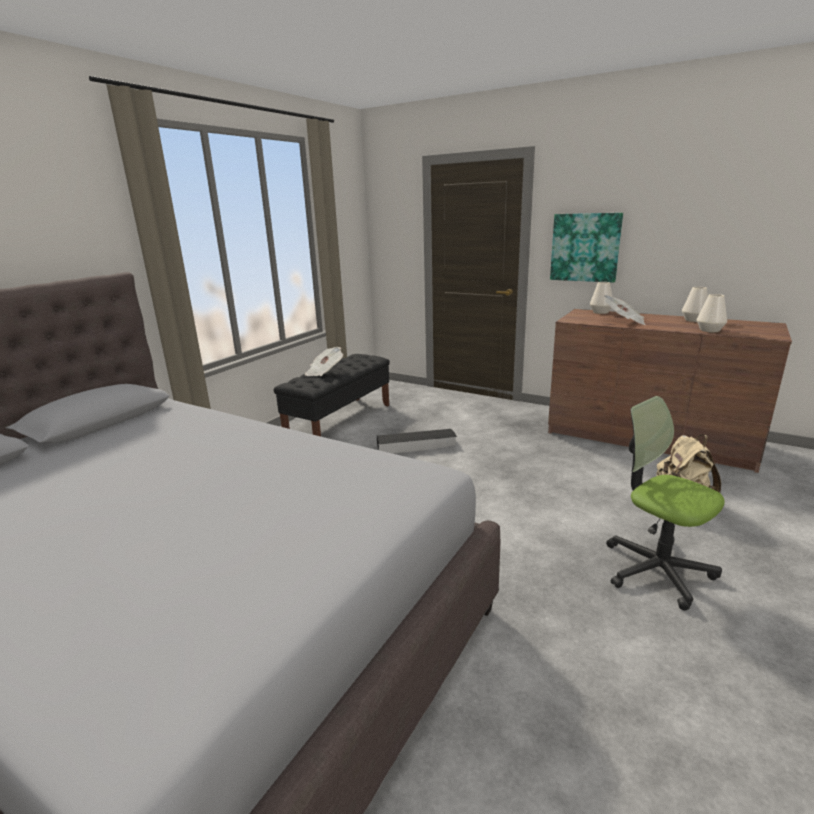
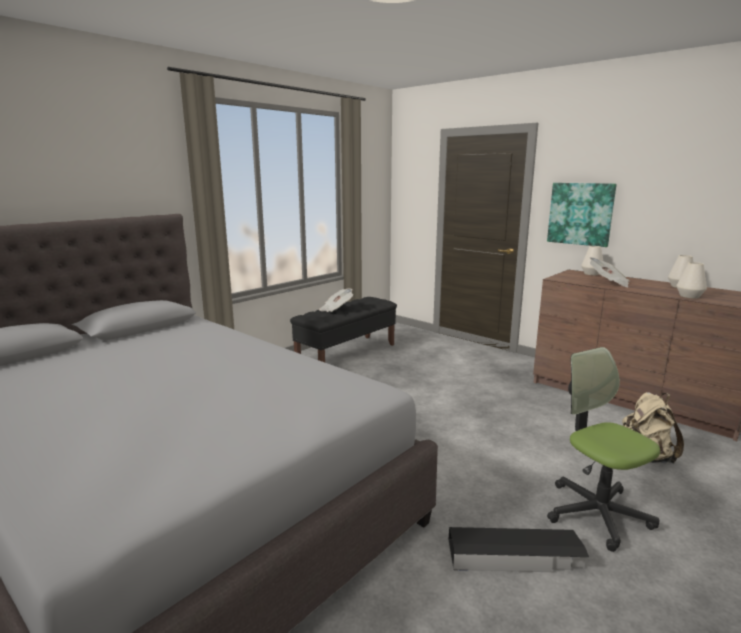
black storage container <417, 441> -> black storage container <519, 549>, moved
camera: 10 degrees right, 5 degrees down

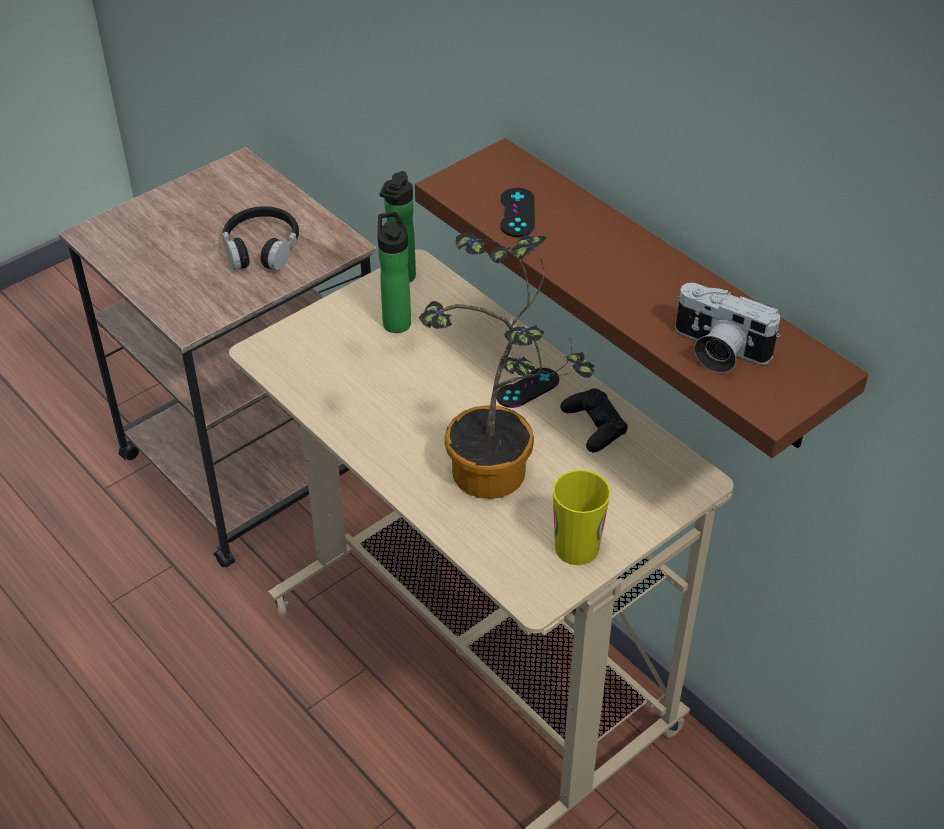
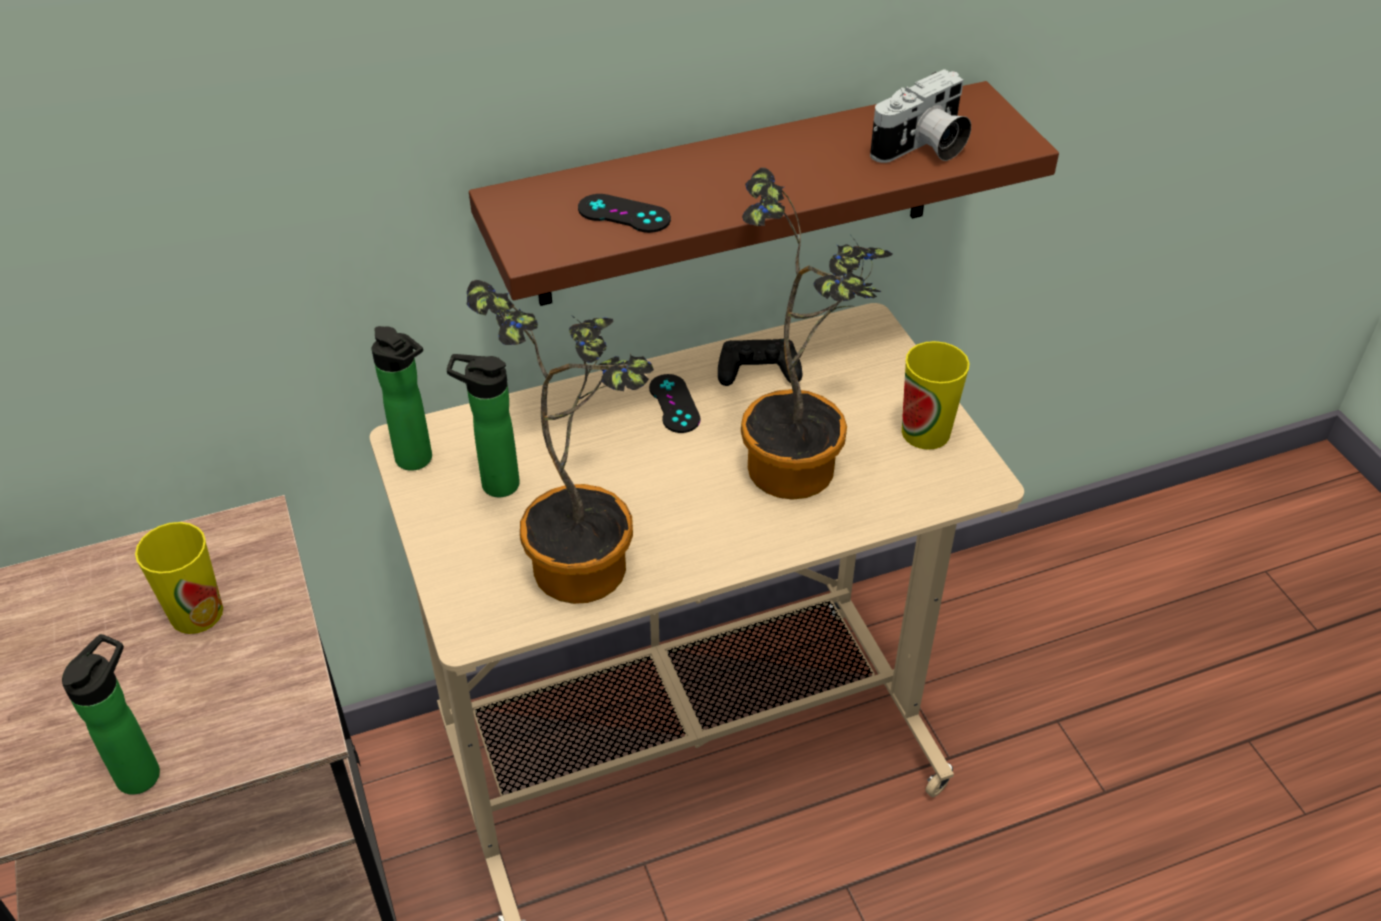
none -> drink bottle <111, 714>
none -> houseplant <560, 442>
black headphones <261, 238> -> drinking cup <179, 578>
camera: 70 degrees left, 0 degrees up

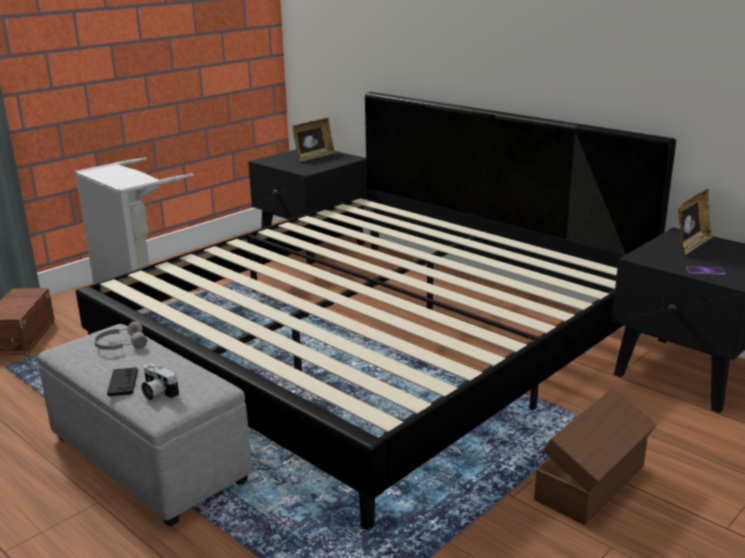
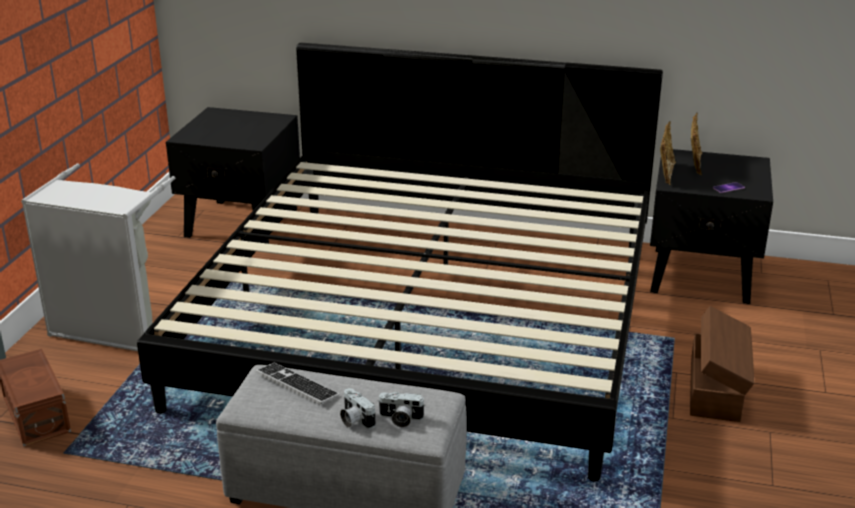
standing frame <314, 139> -> standing frame <668, 153>, moved
grey headphones <120, 335> -> keyboard <297, 384>
black gamepad <122, 381> -> still camera <357, 408>
camera: 30 degrees left, 5 degrees up

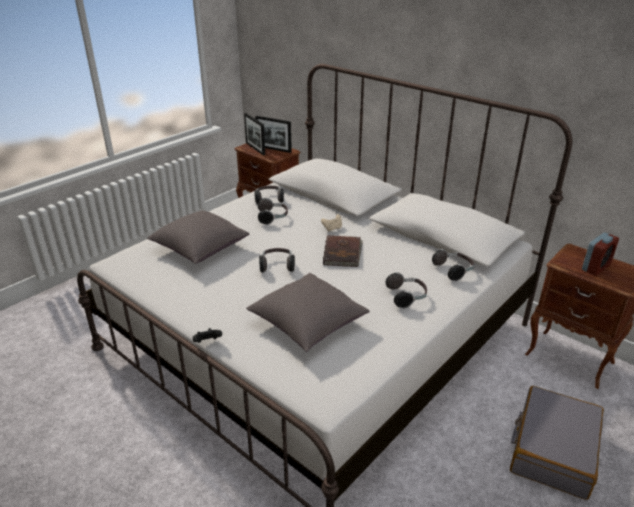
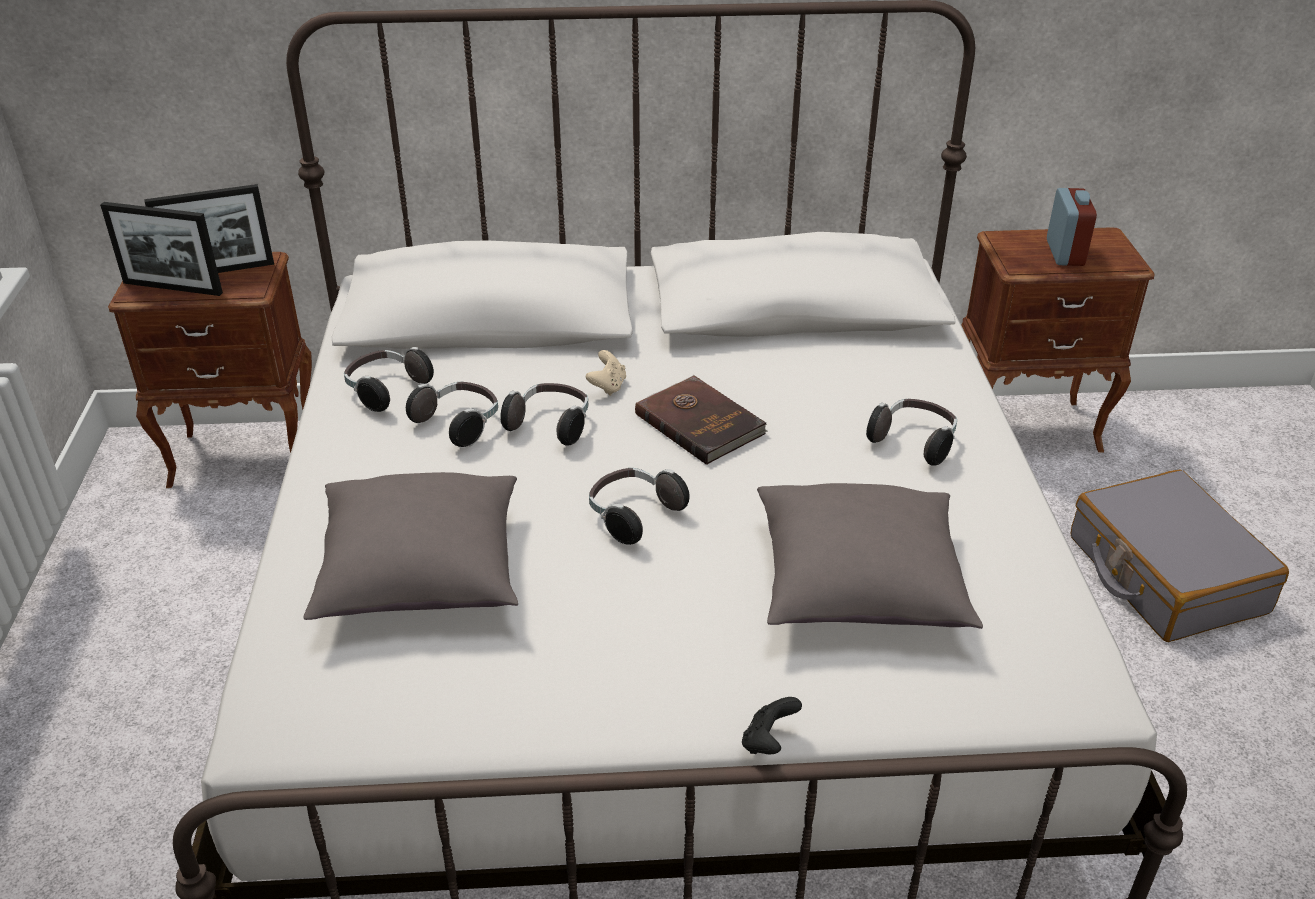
headphones <453, 265> -> headphones <544, 414>, moved
camera: 45 degrees left, 5 degrees up

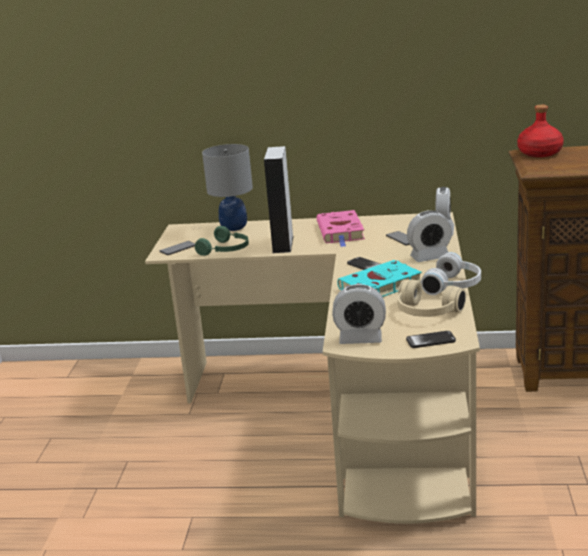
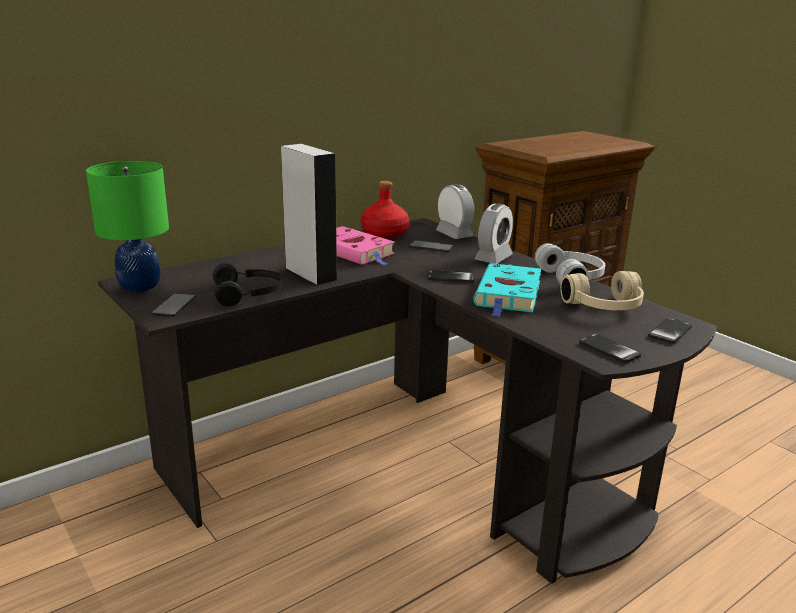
grey lamp for a table <227, 187> -> none
none -> green lamp for a table <127, 226>
red-coloured drink bottle <540, 131> -> red-coloured drink bottle <384, 210>, moved
bedside clock <359, 314> -> telephone <610, 348>
beige-coloured desk <312, 368> -> black desk <407, 401>
green headphones <222, 241> -> black headphones <248, 285>
camera: 45 degrees left, 0 degrees up

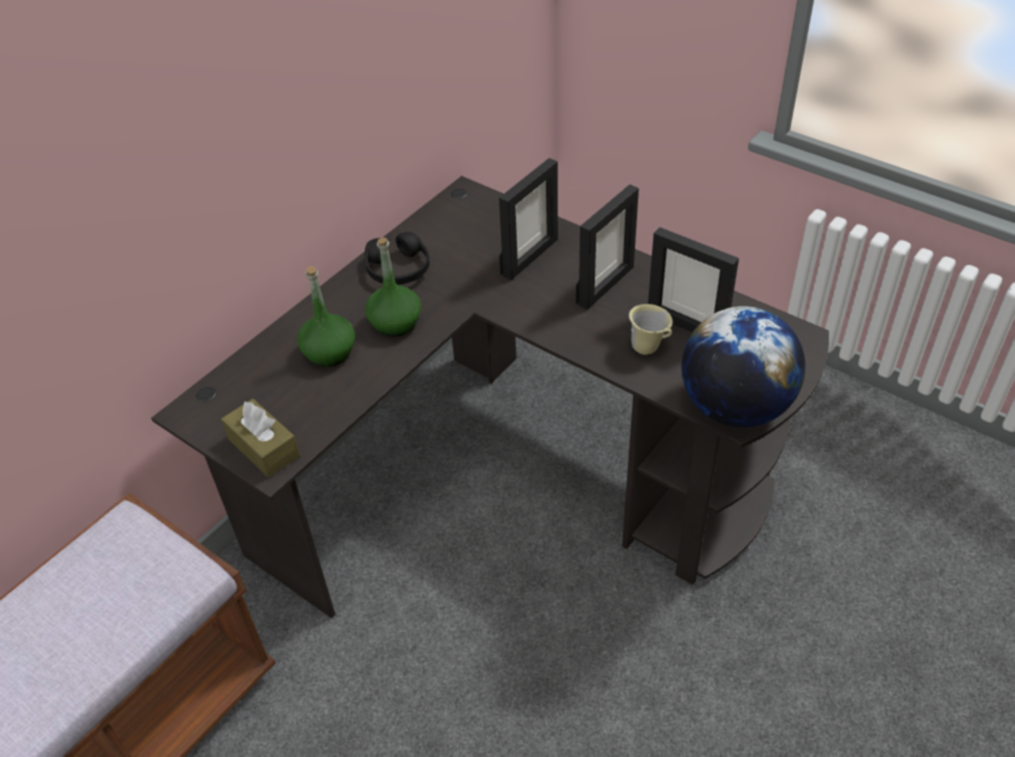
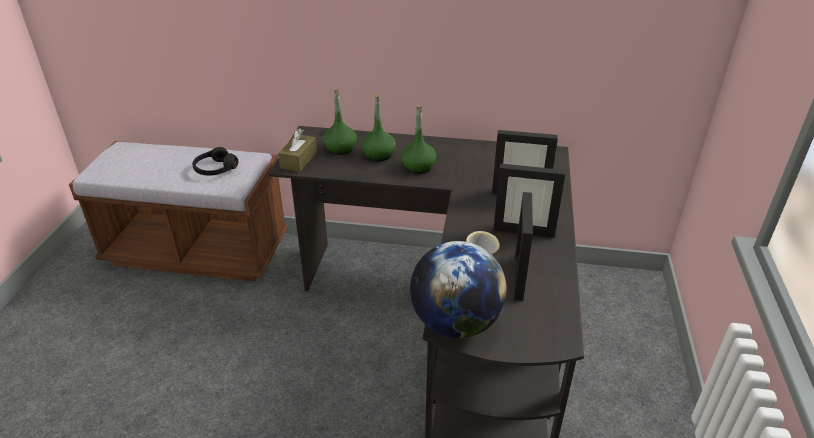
none -> green drink bottle <340, 122>
black headphones <397, 258> -> black headphones <215, 161>, moved
camera: 60 degrees right, 10 degrees down

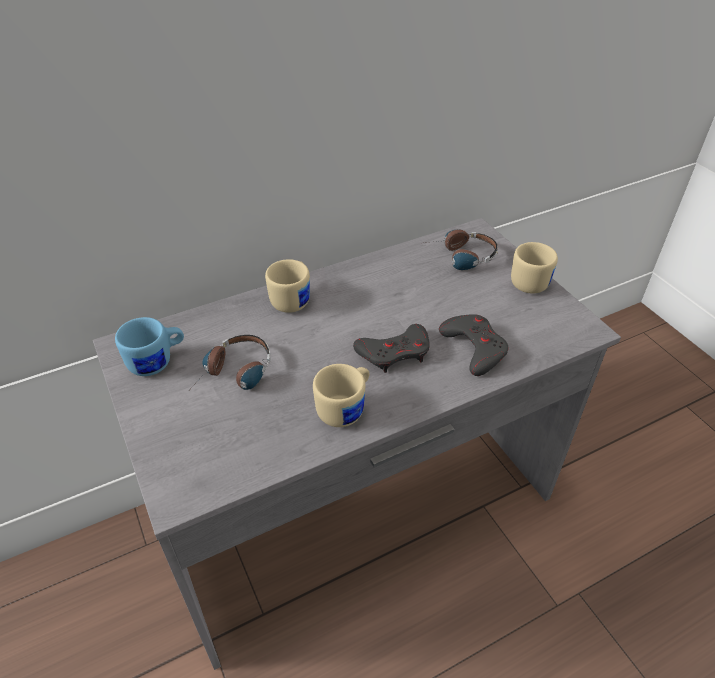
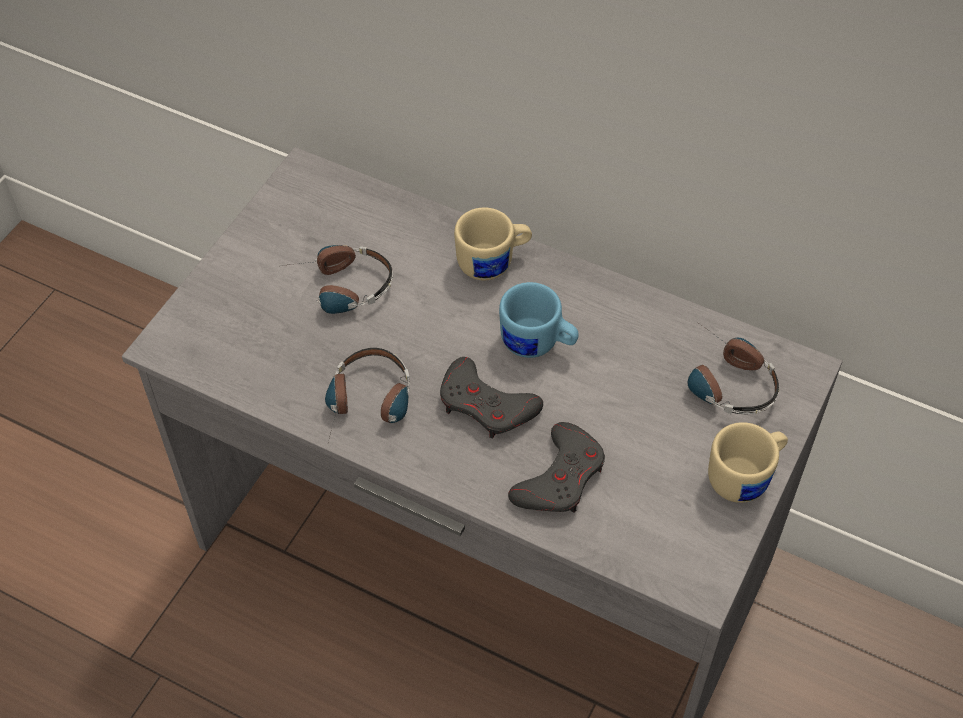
blue coffee mug <149, 346> -> blue coffee mug <539, 320>, moved
beige-coloured coffee mug <341, 395> -> headphones <367, 395>
camera: 55 degrees right, 10 degrees up

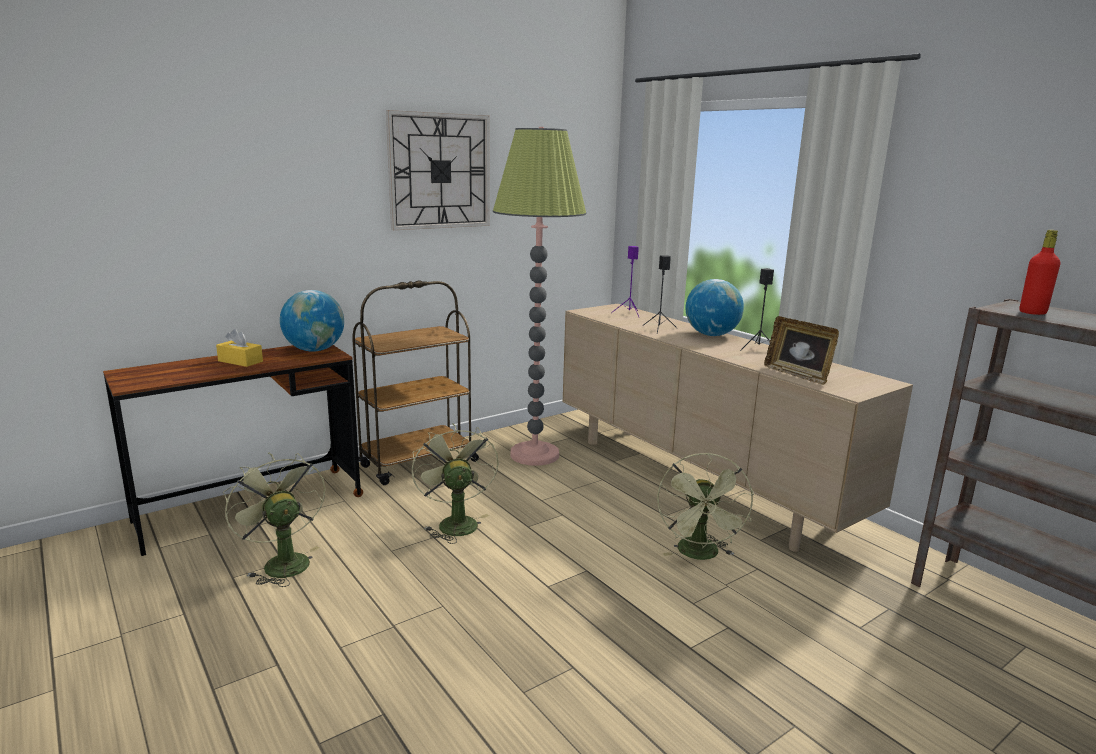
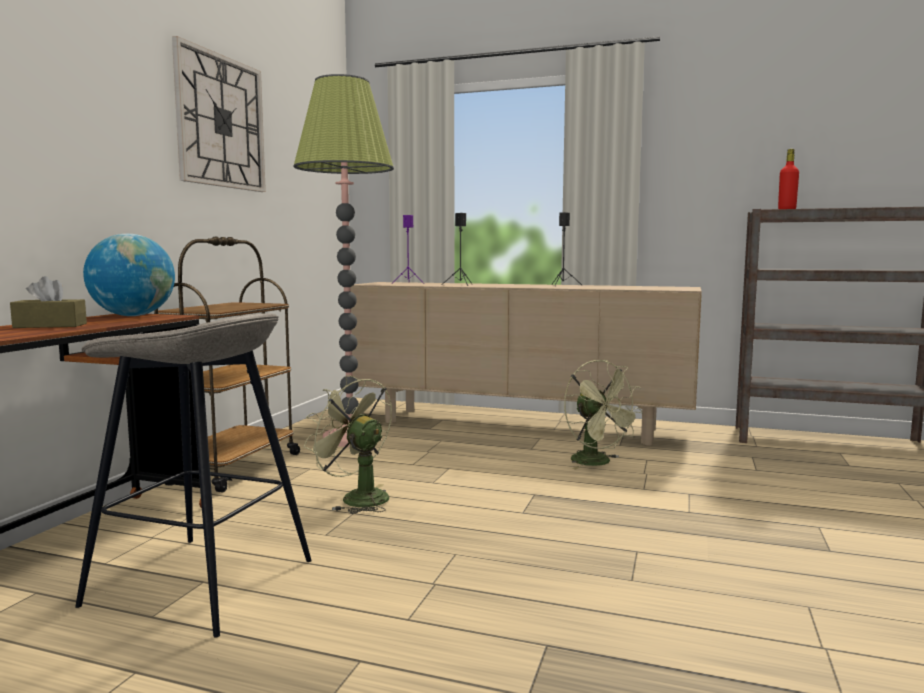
world globe <715, 307> -> none
standing frame <801, 350> -> none
green electric fan <274, 520> -> grey stool seat <193, 475>
yellow tissue holder <239, 348> -> brown tissue holder <48, 302>
camera: 35 degrees left, 10 degrees down

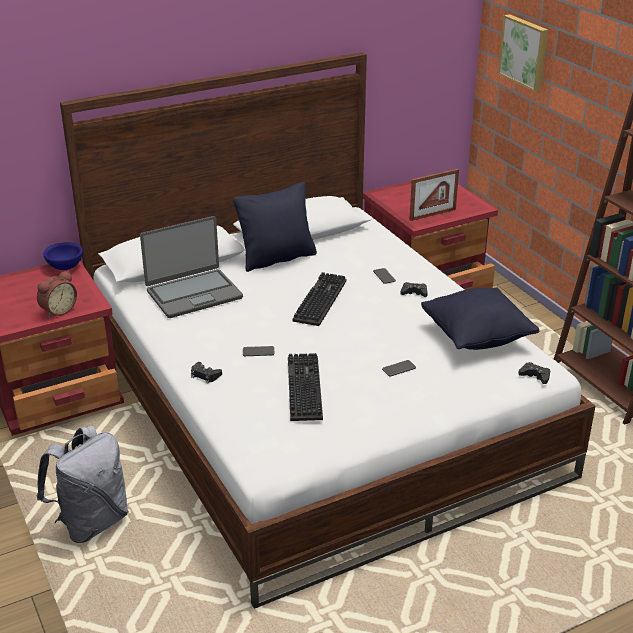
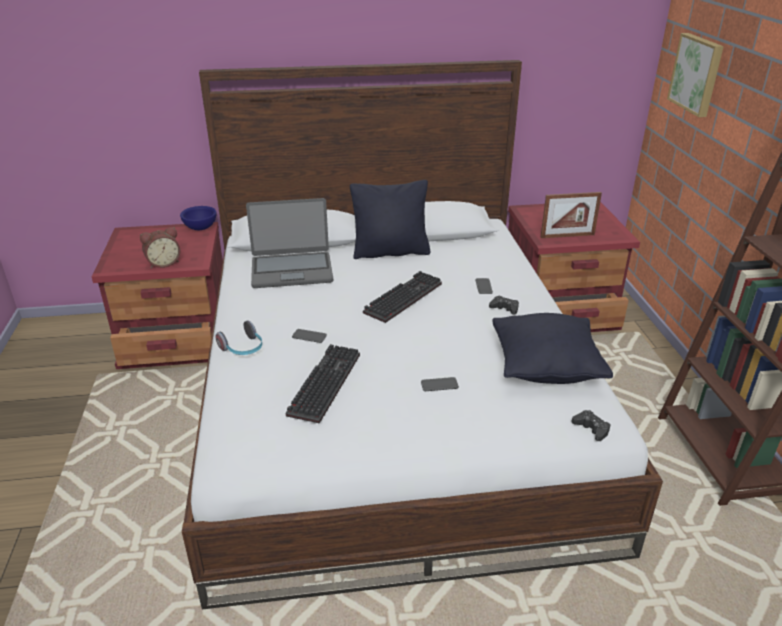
grey rucksack <82, 484> -> none
black gamepad <206, 372> -> headphones <239, 338>
camera: 20 degrees right, 0 degrees up

